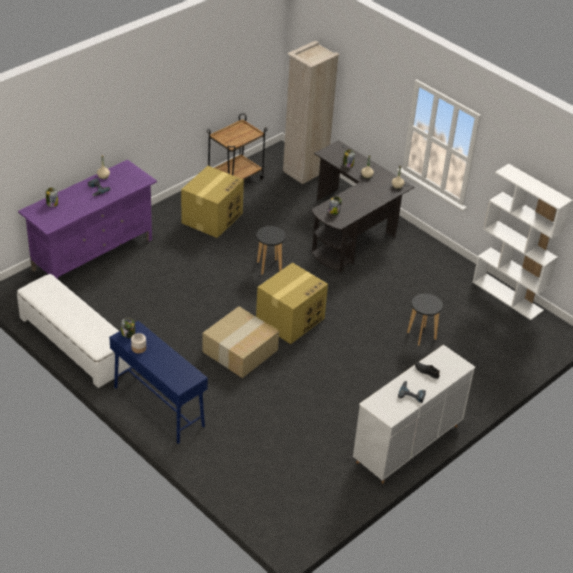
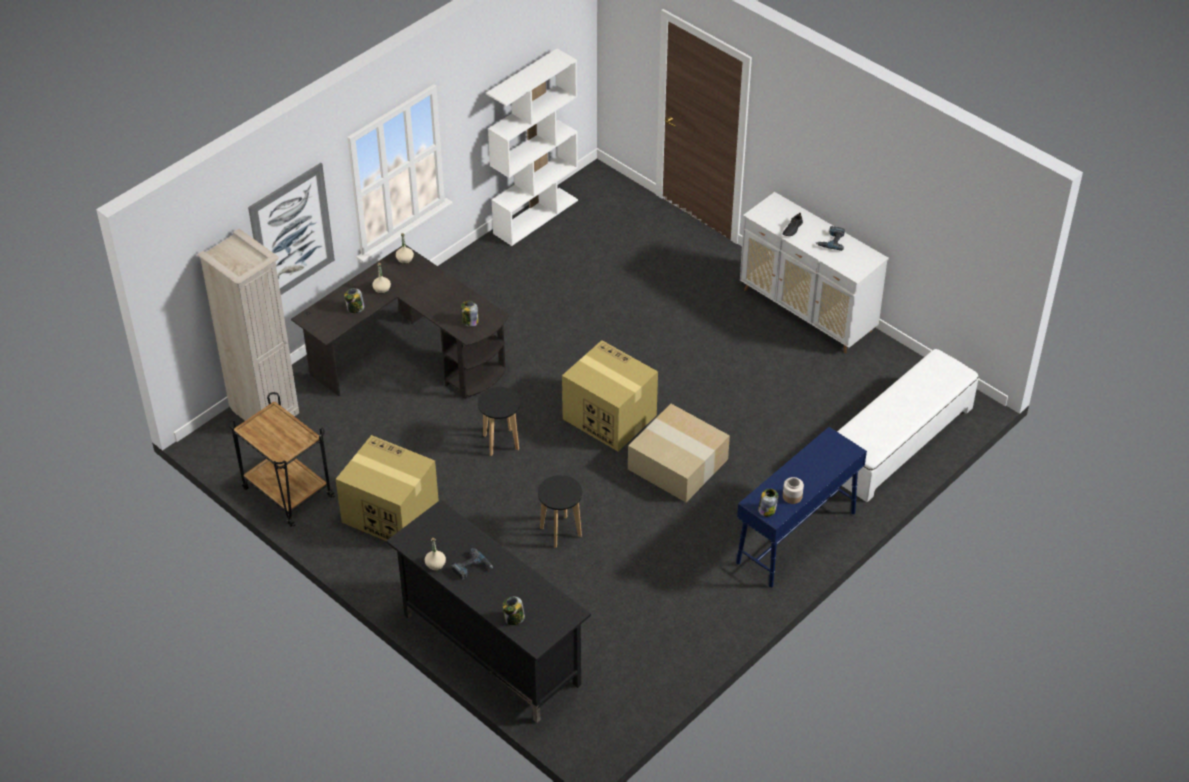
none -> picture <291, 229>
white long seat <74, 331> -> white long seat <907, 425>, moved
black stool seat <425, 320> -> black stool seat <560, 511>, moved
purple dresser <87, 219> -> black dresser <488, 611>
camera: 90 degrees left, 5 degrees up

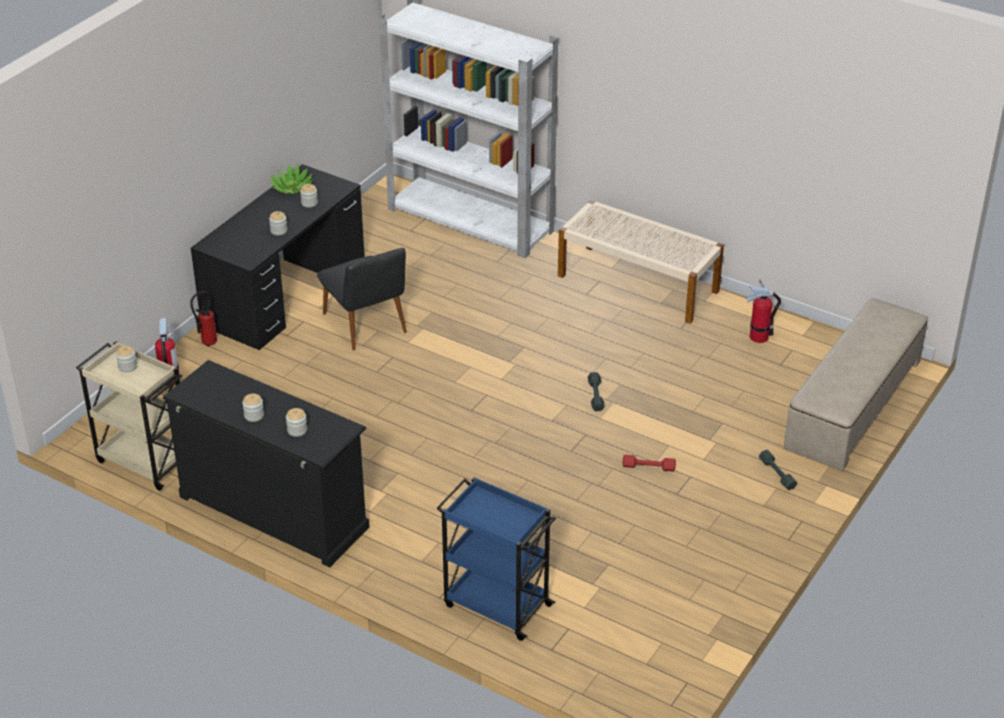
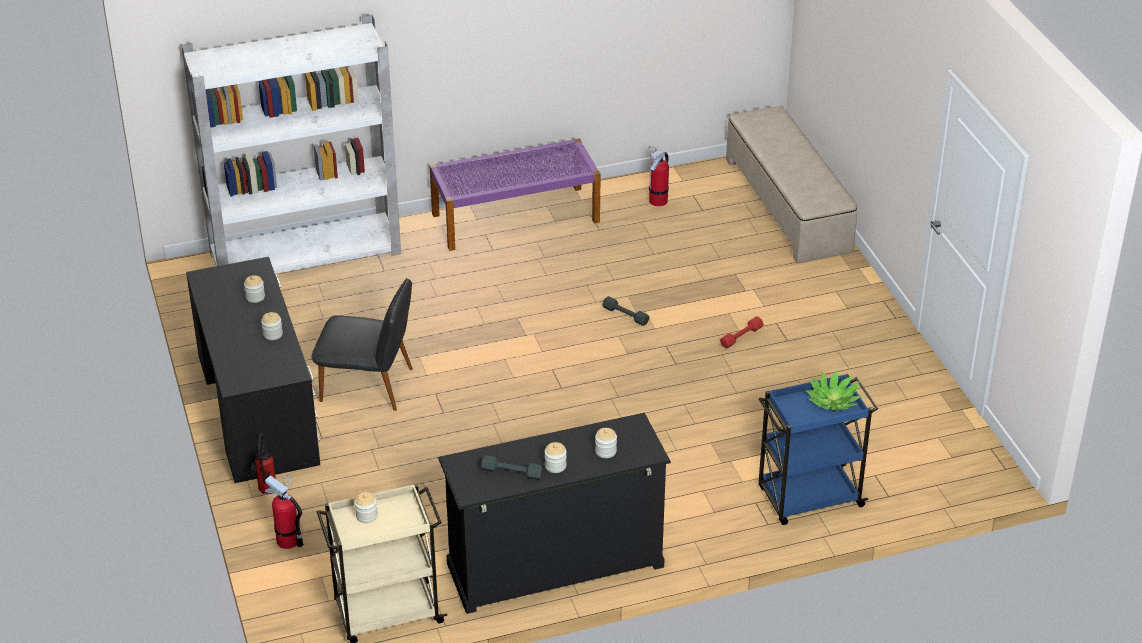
houseplant <291, 178> -> houseplant <833, 390>, moved
grey free weight <778, 470> -> grey free weight <512, 467>, moved
beige-coloured long seat <641, 262> -> purple long seat <515, 194>
camera: 50 degrees left, 0 degrees up

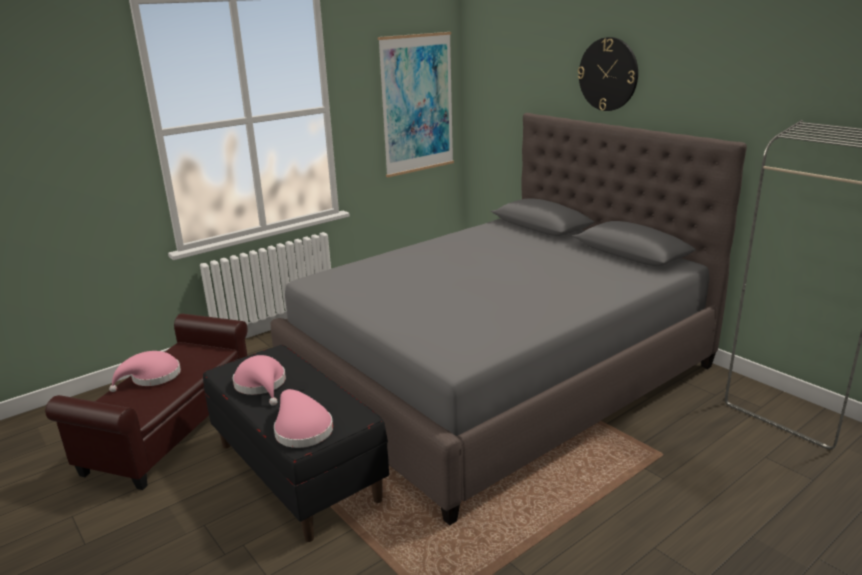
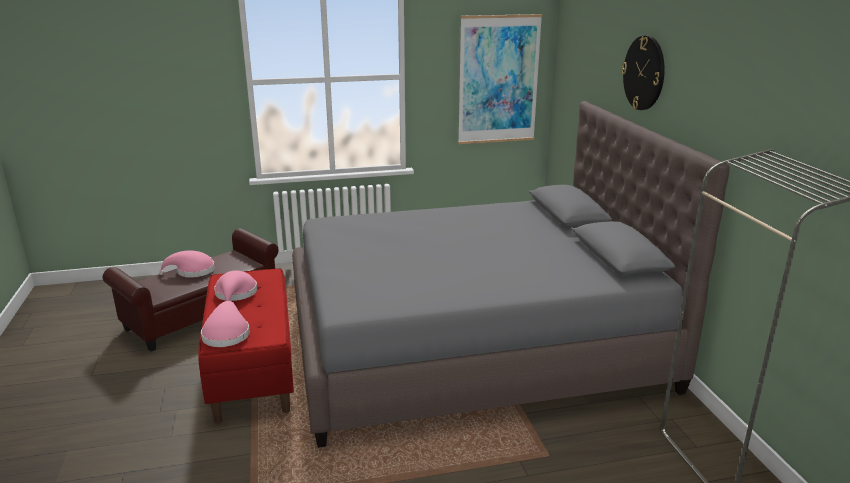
black long seat <296, 443> -> red-coloured long seat <246, 346>
camera: 25 degrees right, 0 degrees up

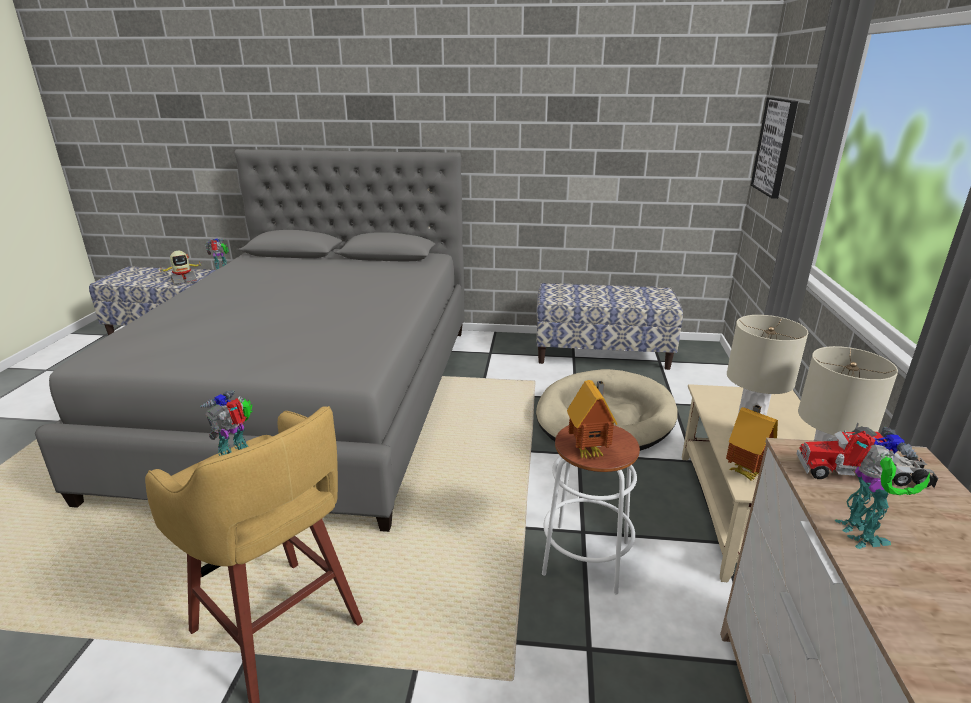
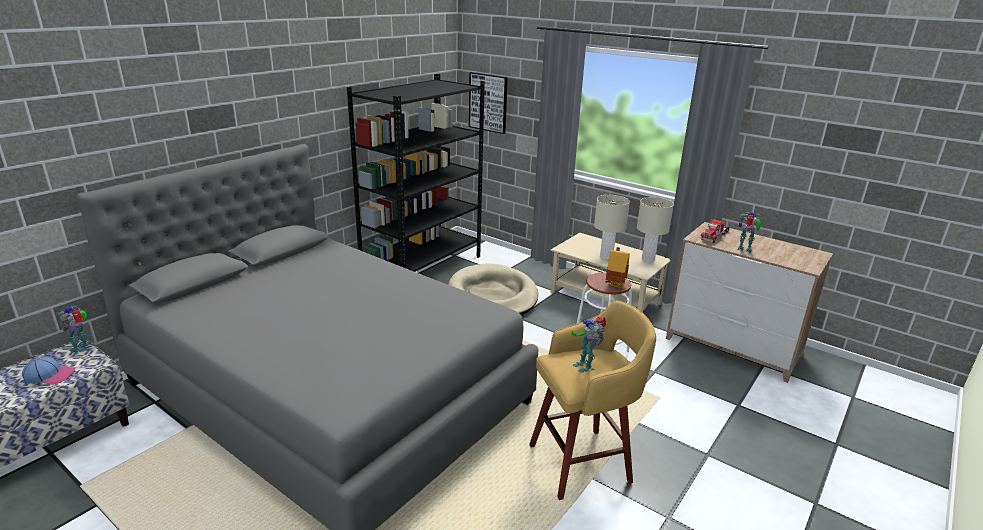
model house <752, 443> -> none
robot figure <181, 268> -> cap <48, 371>
long seat <609, 326> -> black shelving unit <416, 173>
camera: 60 degrees left, 0 degrees up

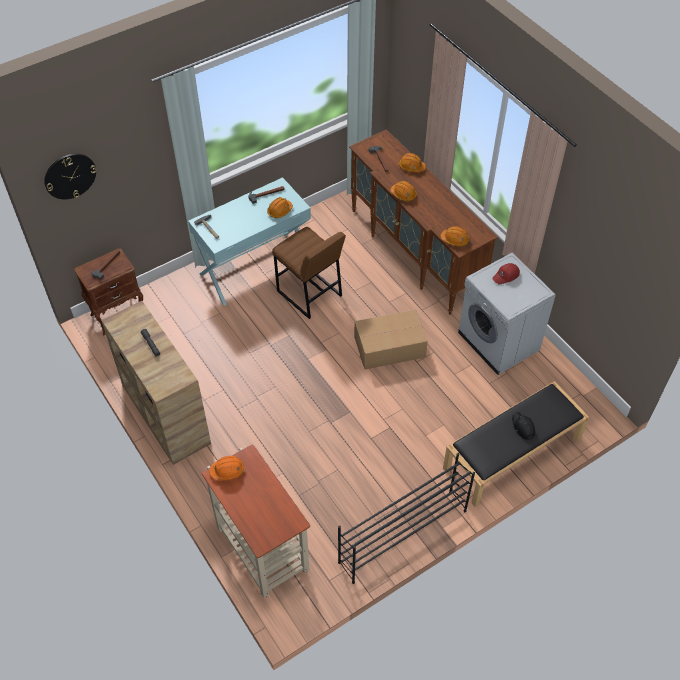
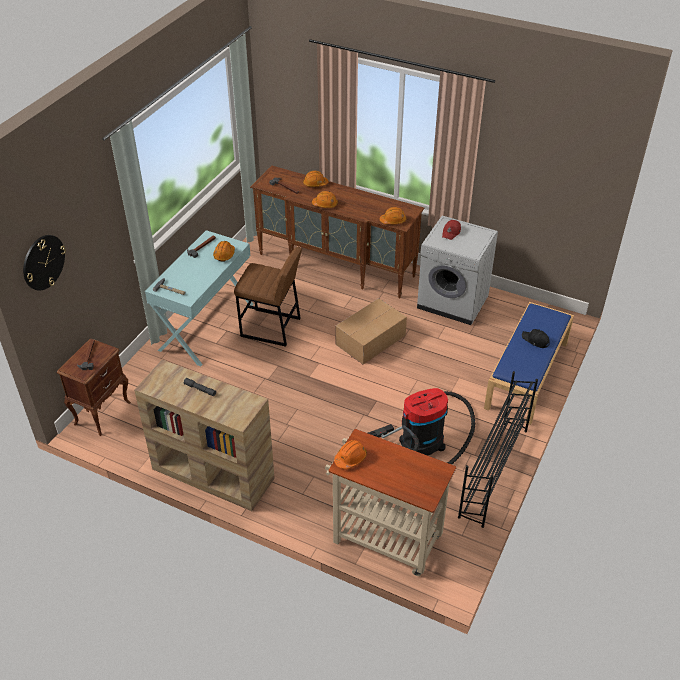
none -> vacuum cleaner <421, 426>
black long seat <516, 444> -> blue long seat <529, 363>
camera: 30 degrees left, 10 degrees down

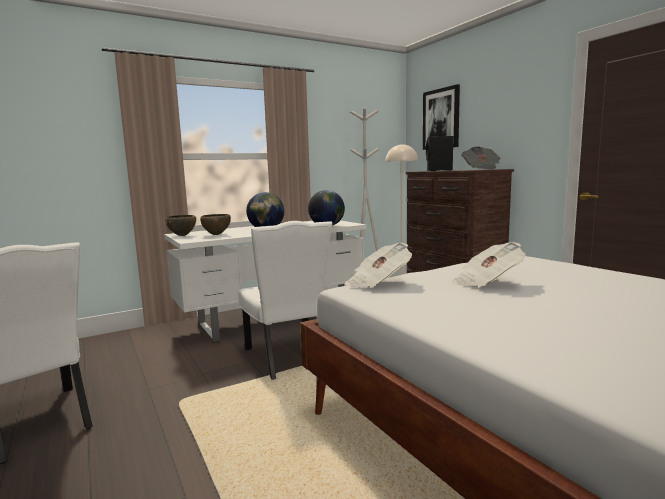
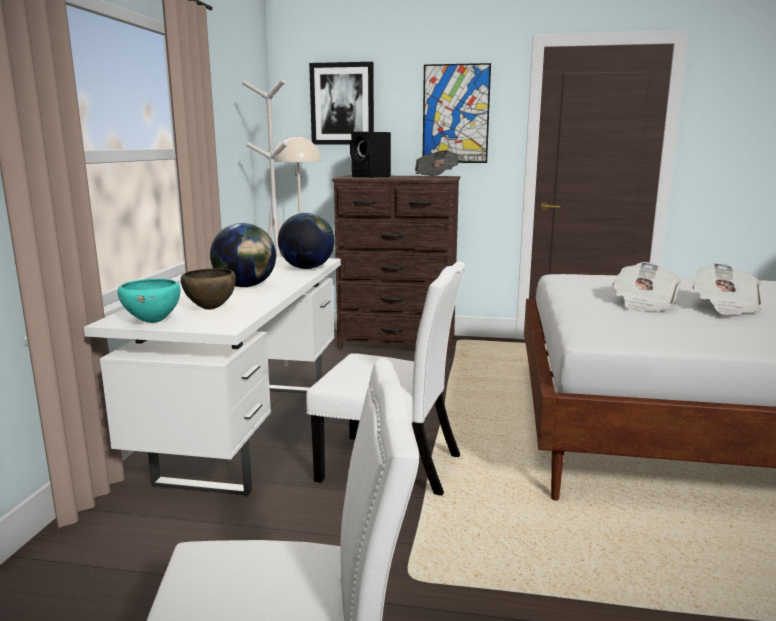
none -> picture <457, 113>
newspaper <378, 265> -> newspaper <727, 289>, moved
brown bowl <180, 225> -> turquoise bowl <149, 301>
camera: 50 degrees left, 5 degrees up

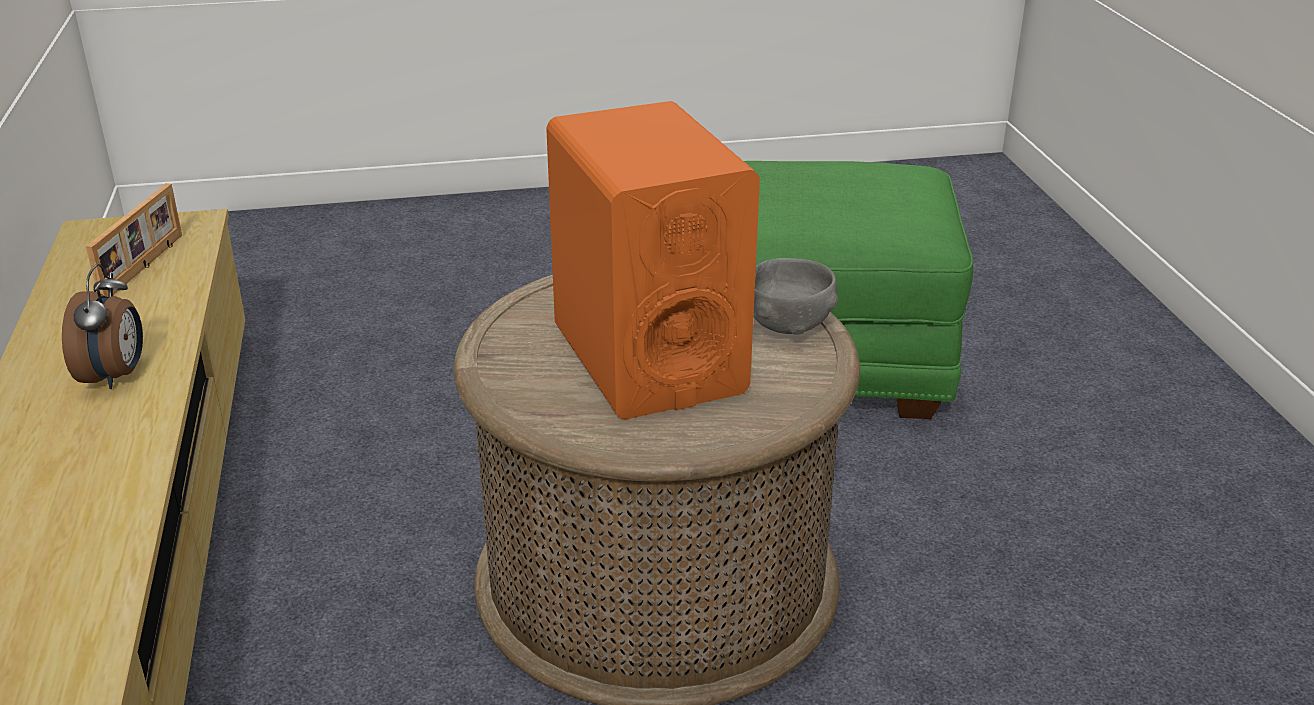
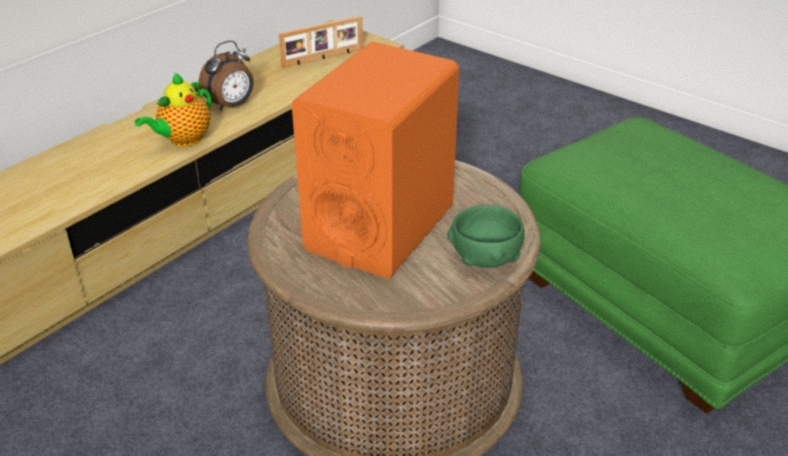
none -> teapot <173, 110>
grey bowl <795, 296> -> green bowl <486, 236>
camera: 50 degrees right, 5 degrees up

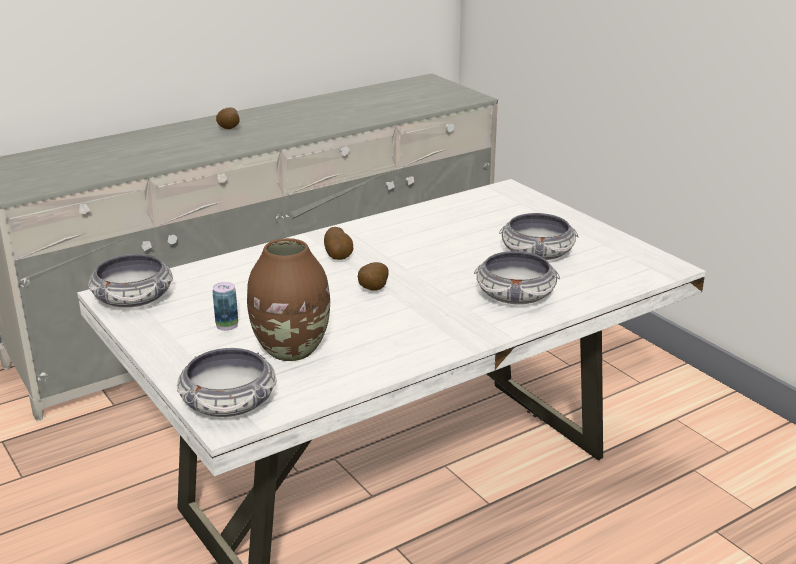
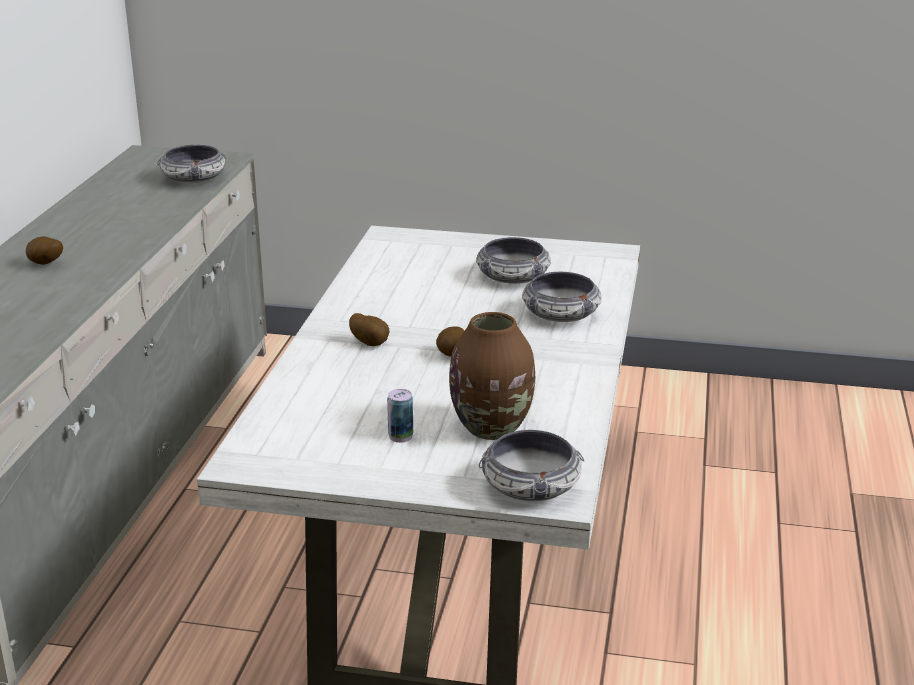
bowl <130, 281> -> bowl <192, 164>, moved
camera: 45 degrees left, 0 degrees up

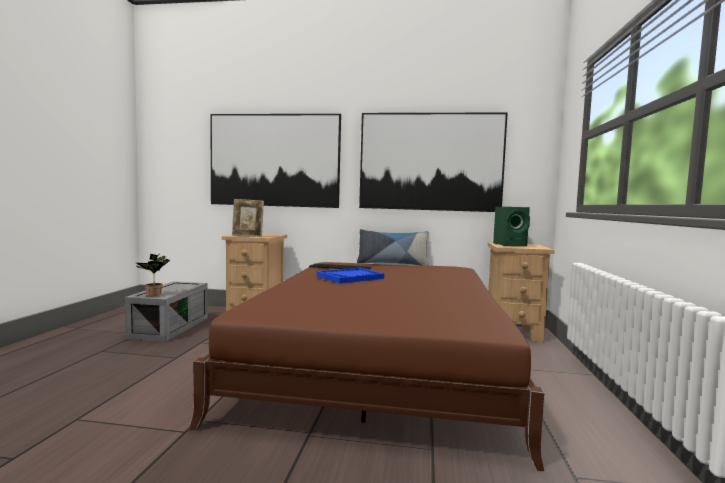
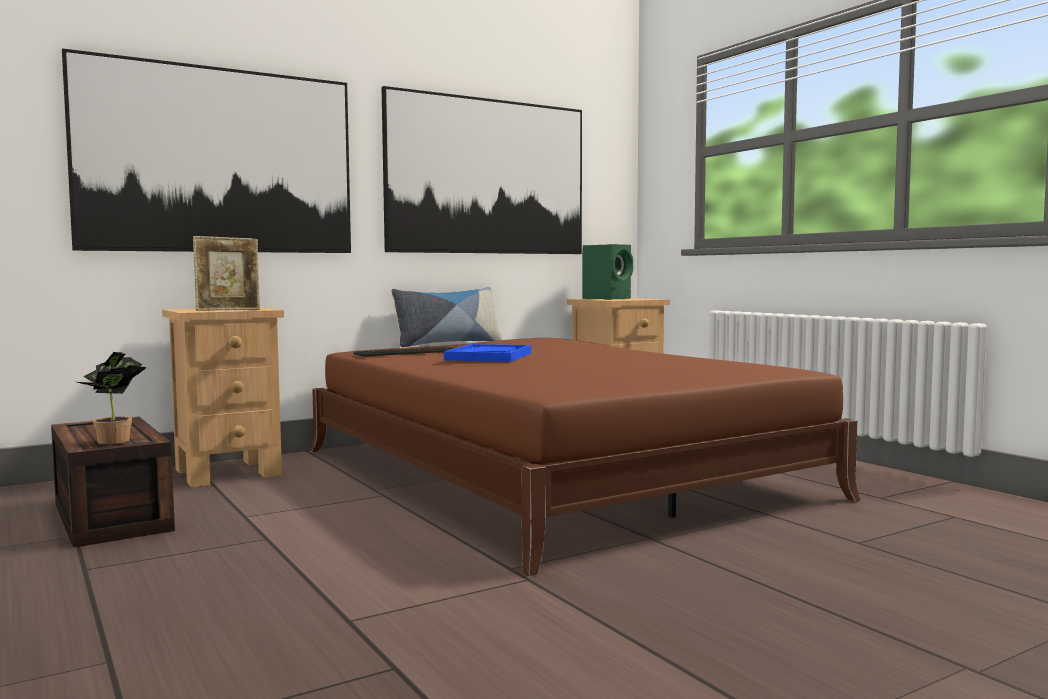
grey storage container <166, 311> -> brown storage container <113, 482>
camera: 40 degrees left, 0 degrees up

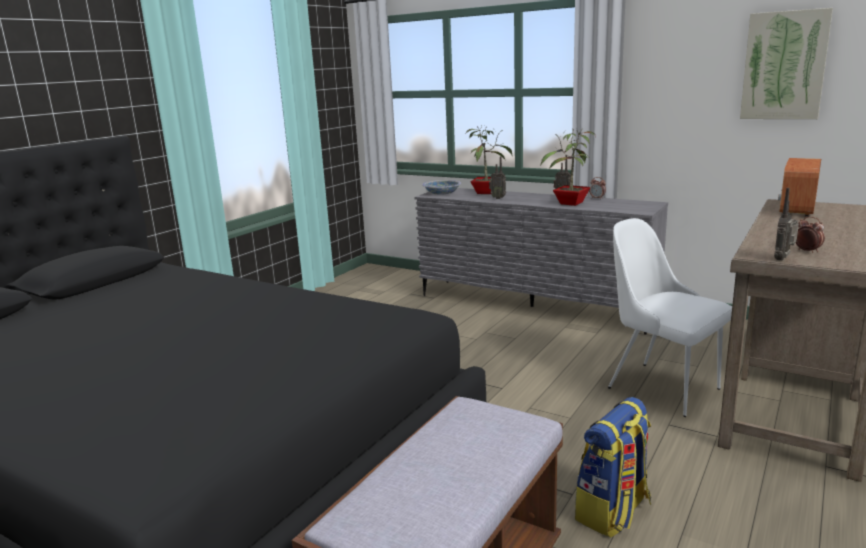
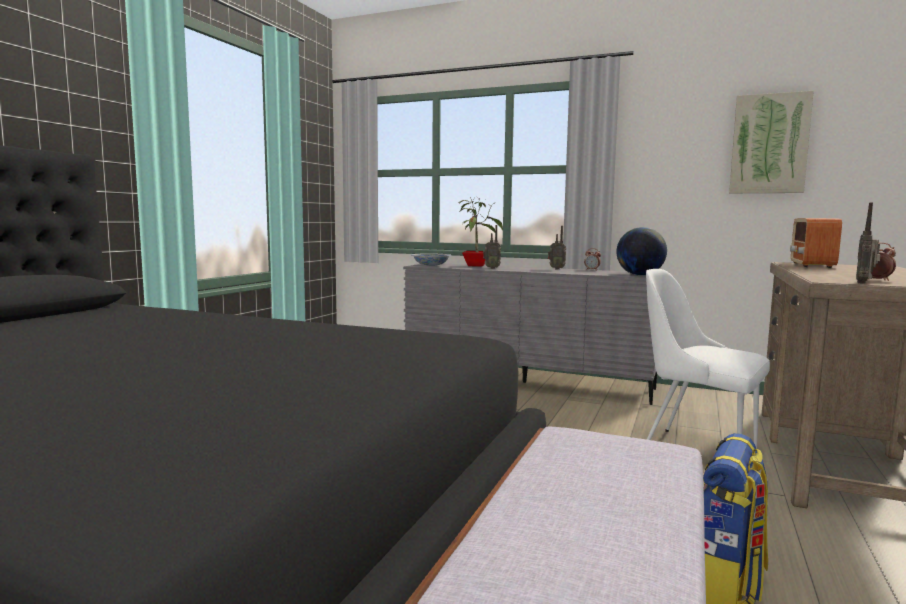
houseplant <568, 167> -> none
none -> world globe <642, 251>
camera: 10 degrees left, 10 degrees down

